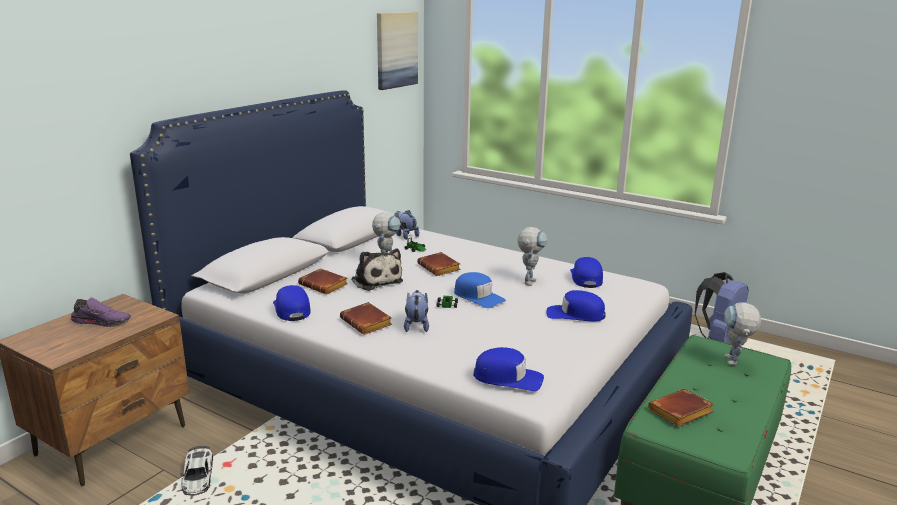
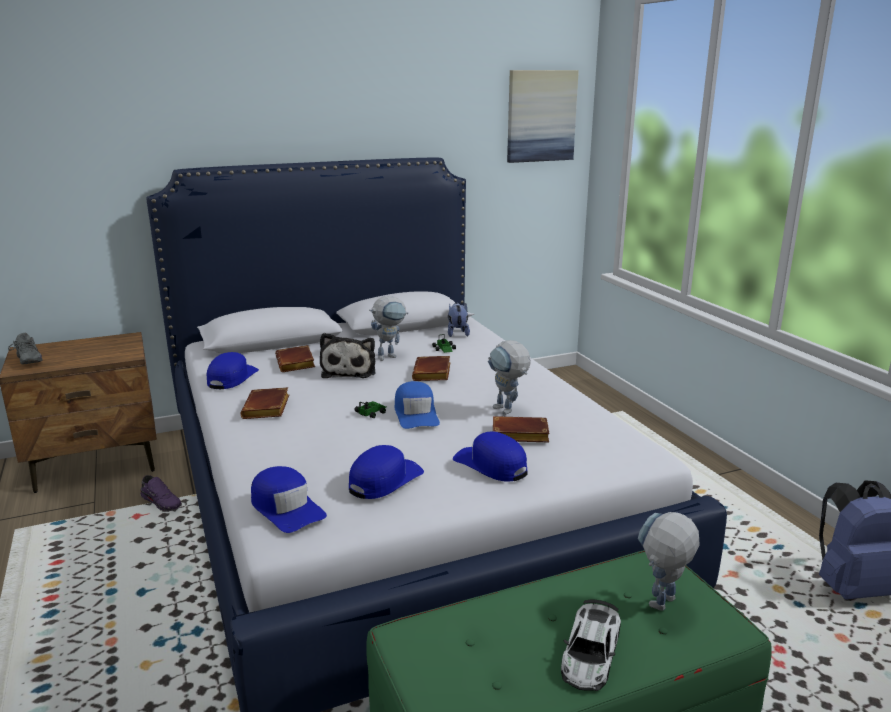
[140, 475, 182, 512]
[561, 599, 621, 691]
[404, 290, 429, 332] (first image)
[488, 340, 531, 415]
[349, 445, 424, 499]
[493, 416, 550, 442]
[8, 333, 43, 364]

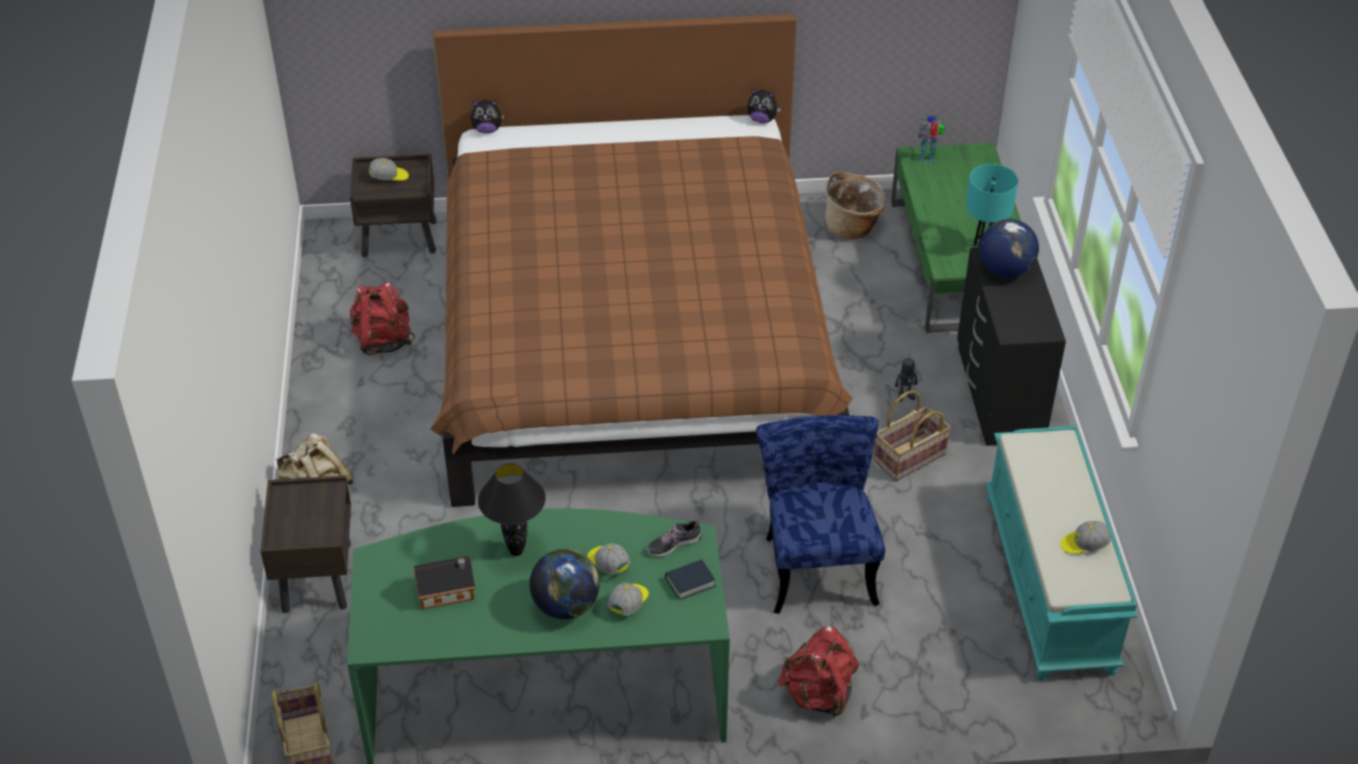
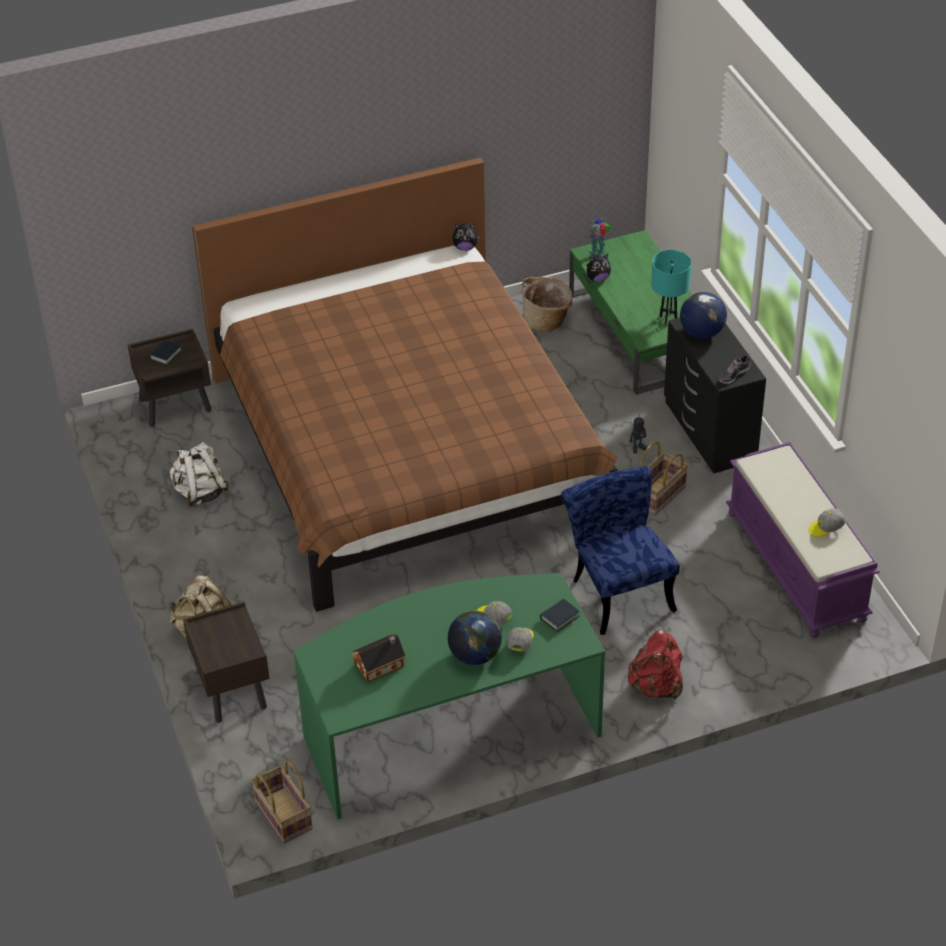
[170, 442, 230, 507]
[149, 340, 182, 365]
[586, 254, 611, 282]
[478, 463, 546, 556] (first image)
[719, 353, 751, 384]
[726, 442, 880, 638]

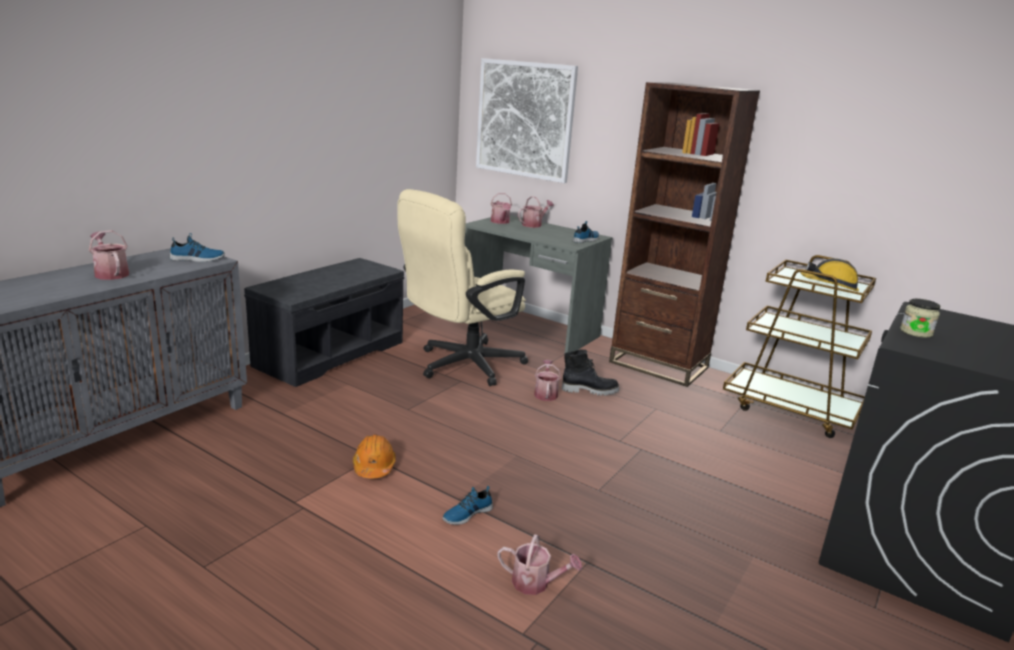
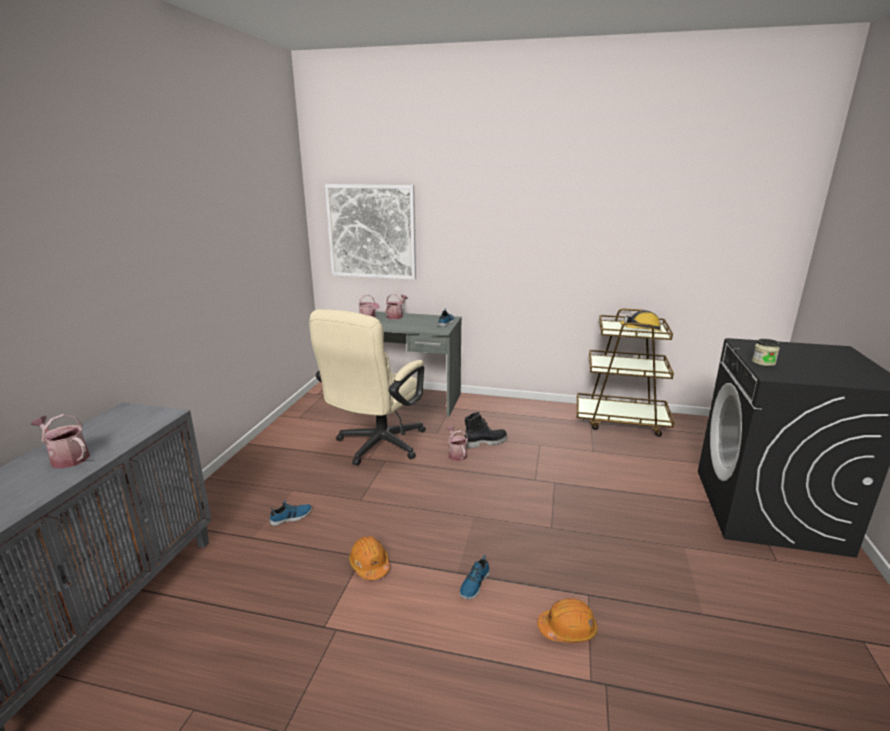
[269, 500, 312, 526]
[244, 258, 404, 387] (first image)
[537, 598, 598, 643]
[609, 82, 760, 387] (first image)

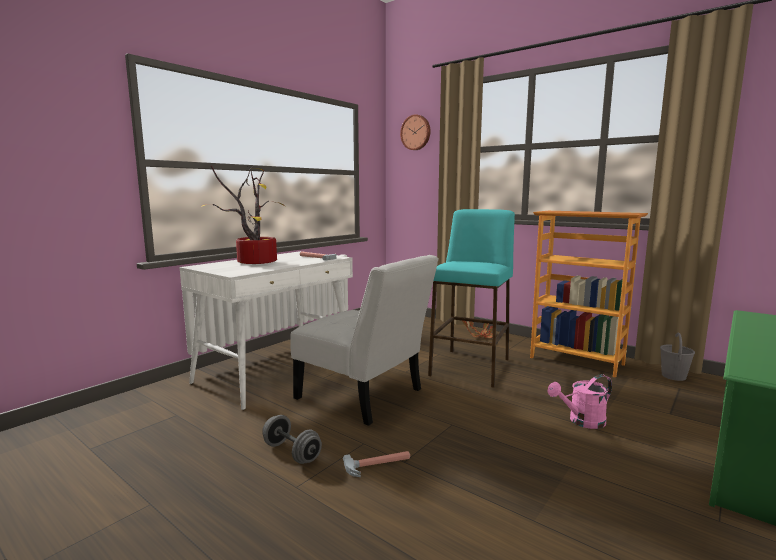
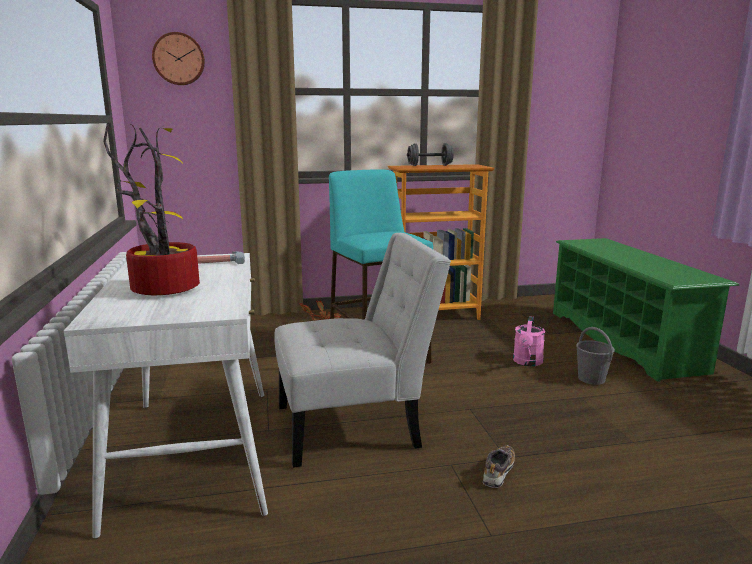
[407, 143, 454, 166]
[483, 445, 515, 488]
[576, 327, 615, 385]

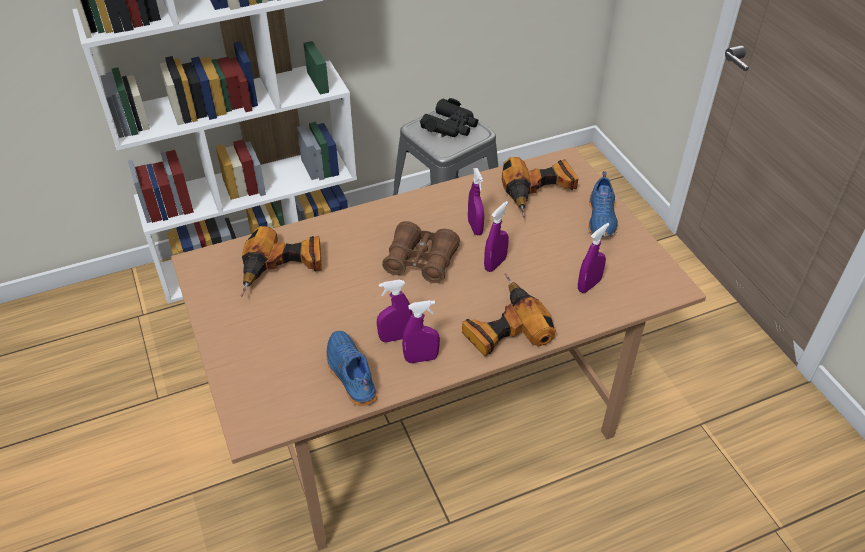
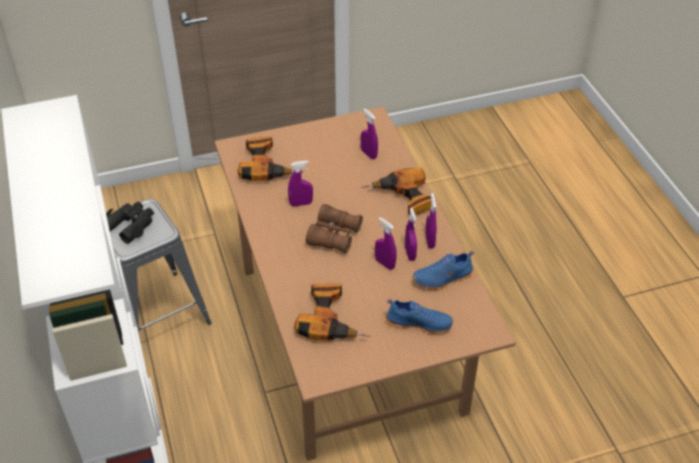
[375, 217, 397, 270]
[385, 299, 453, 334]

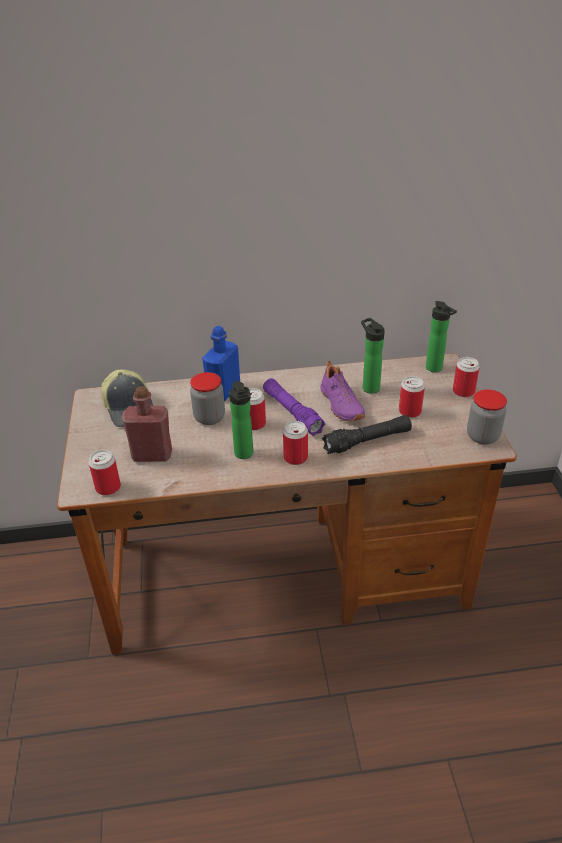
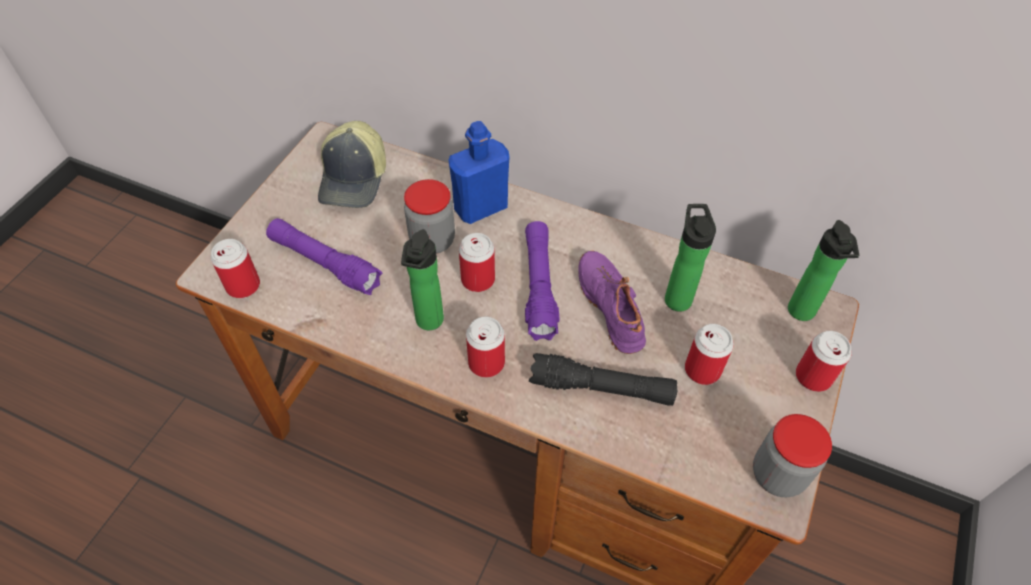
[266, 218, 383, 295]
[578, 250, 646, 354]

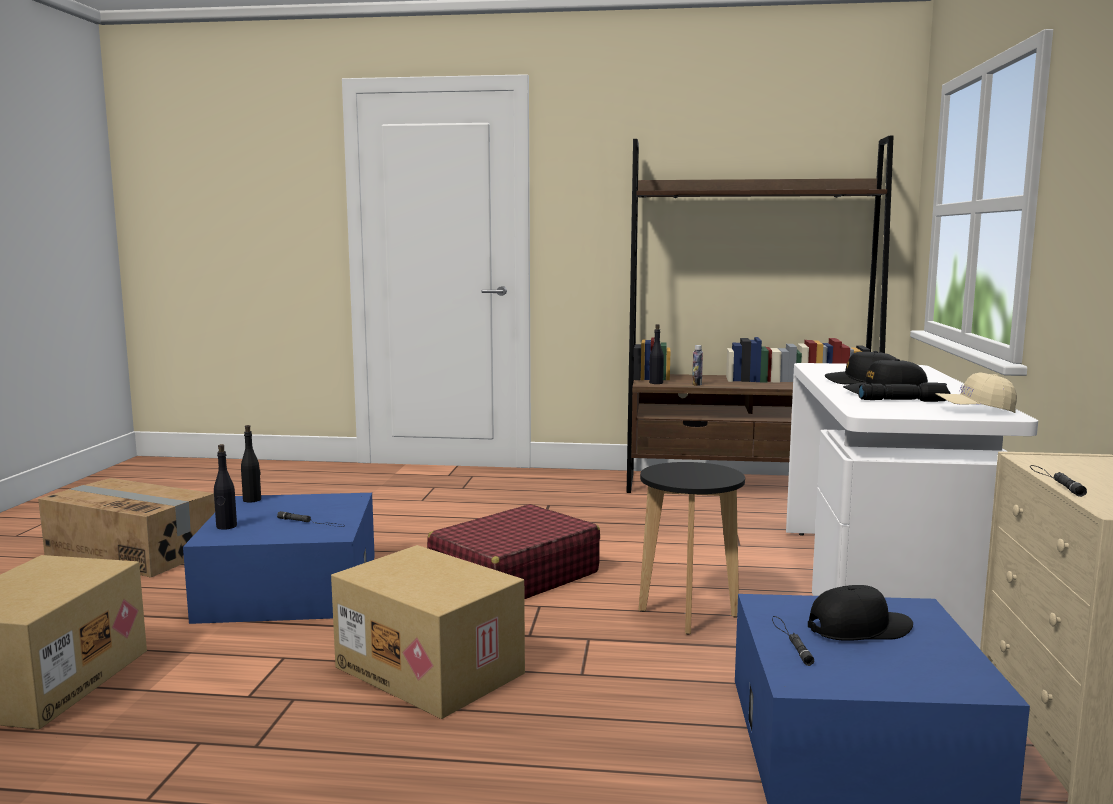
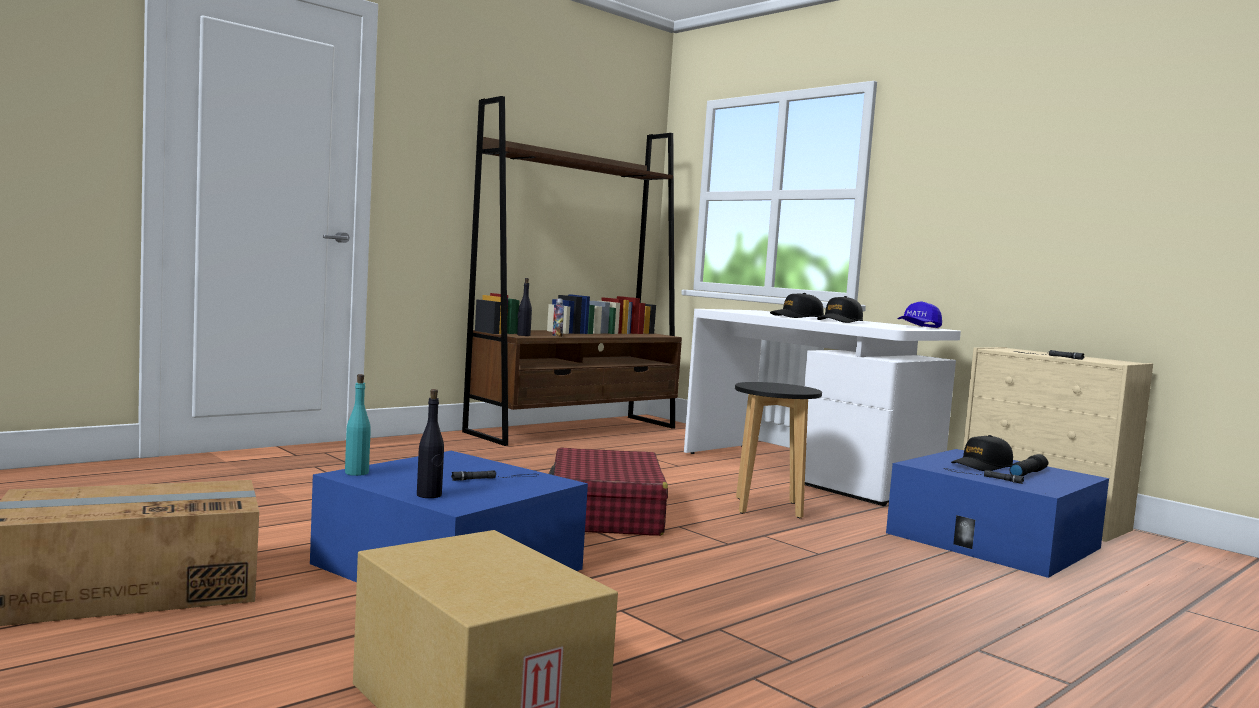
[345, 374, 371, 476]
[331, 545, 525, 719] (first image)
[951, 435, 1013, 471]
[1010, 454, 1048, 476]
[898, 301, 942, 328]

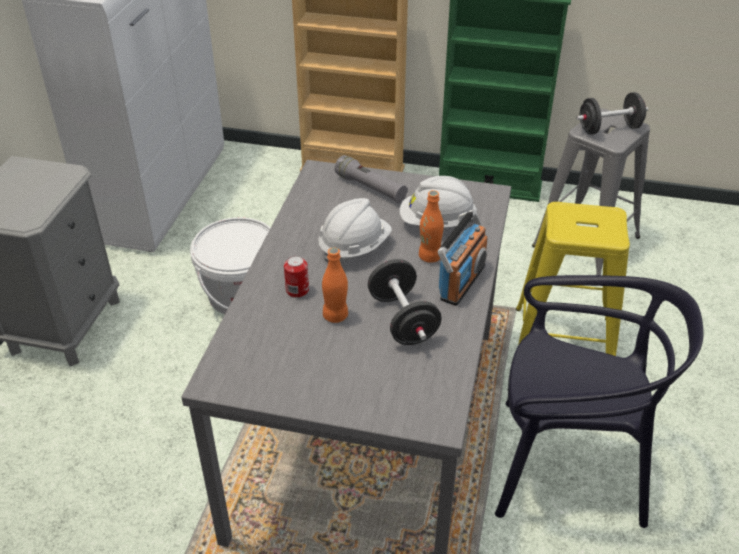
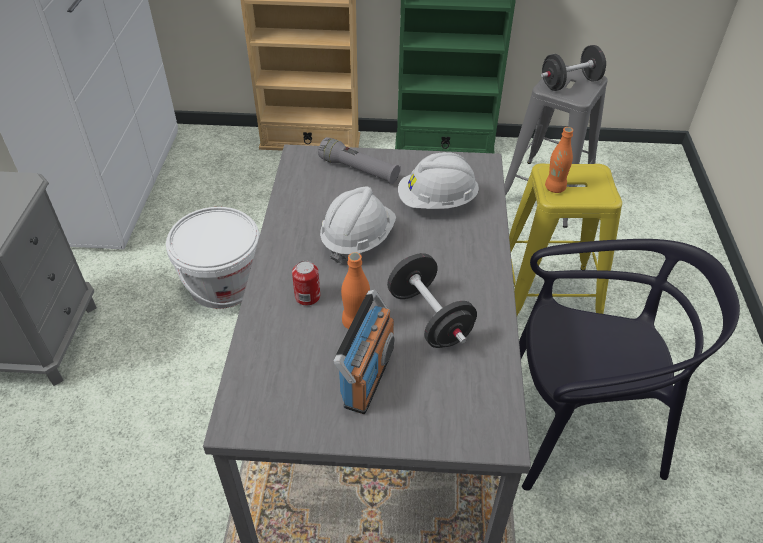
[545, 127, 573, 193]
[334, 290, 394, 414]

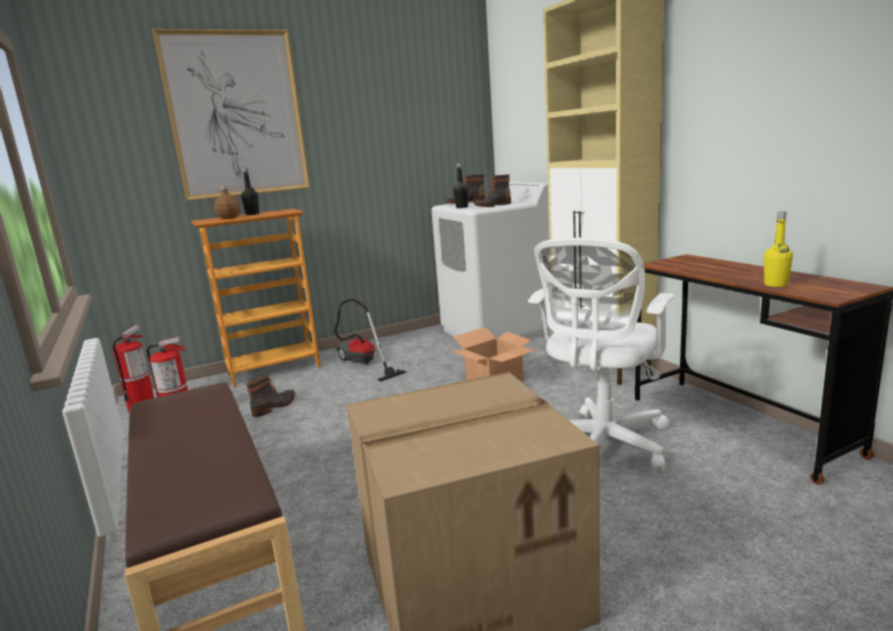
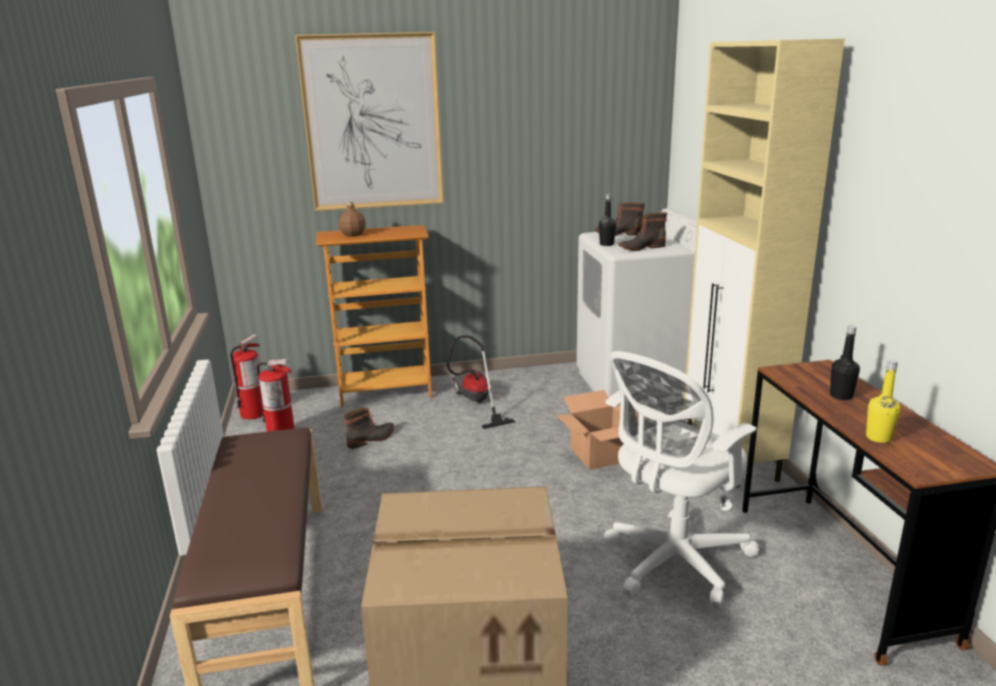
[830, 325, 860, 400]

